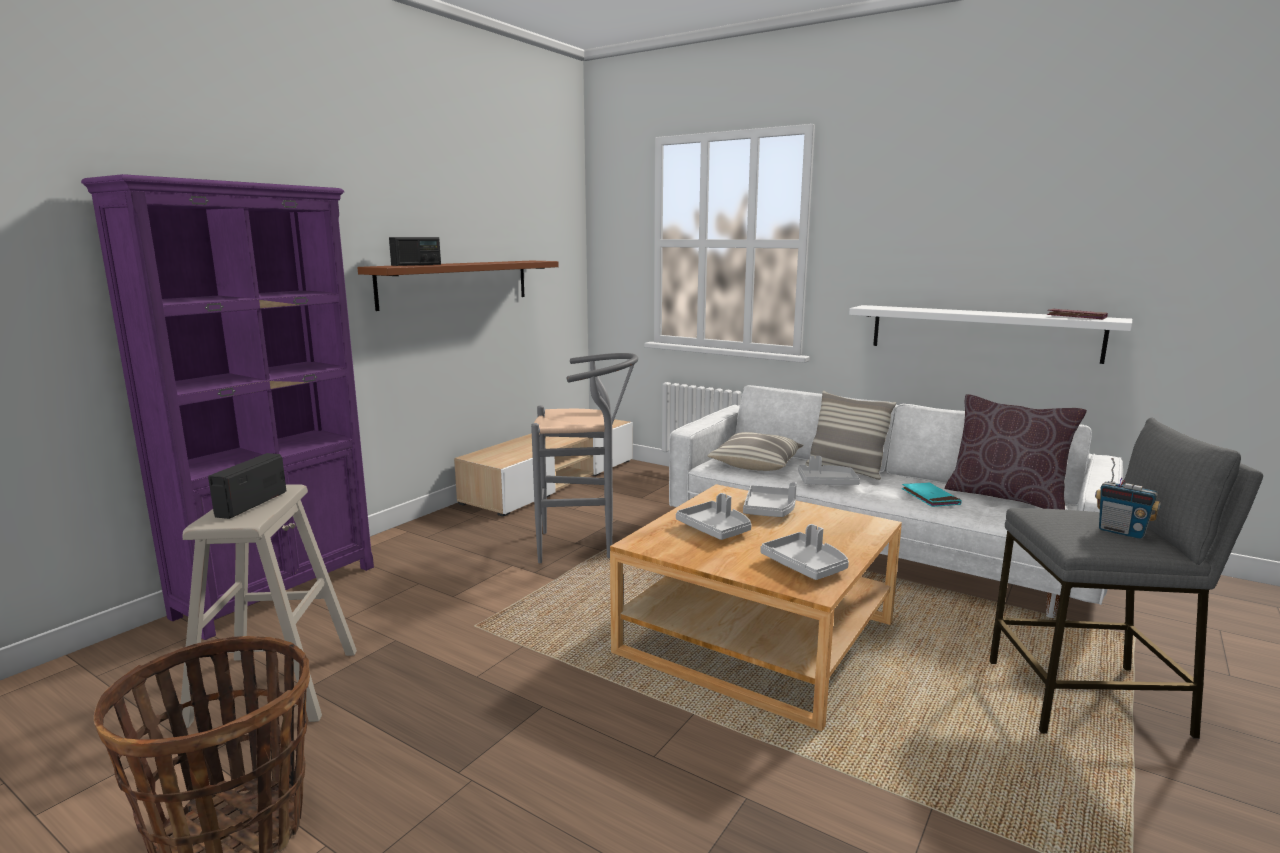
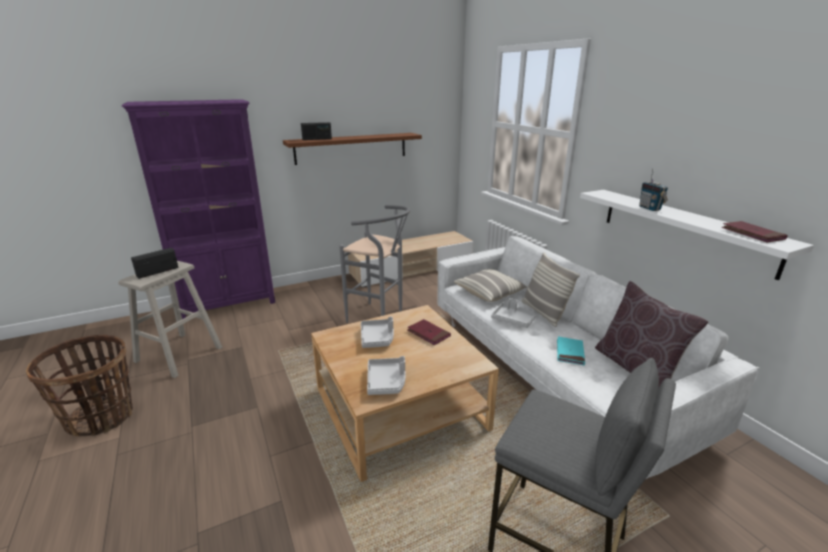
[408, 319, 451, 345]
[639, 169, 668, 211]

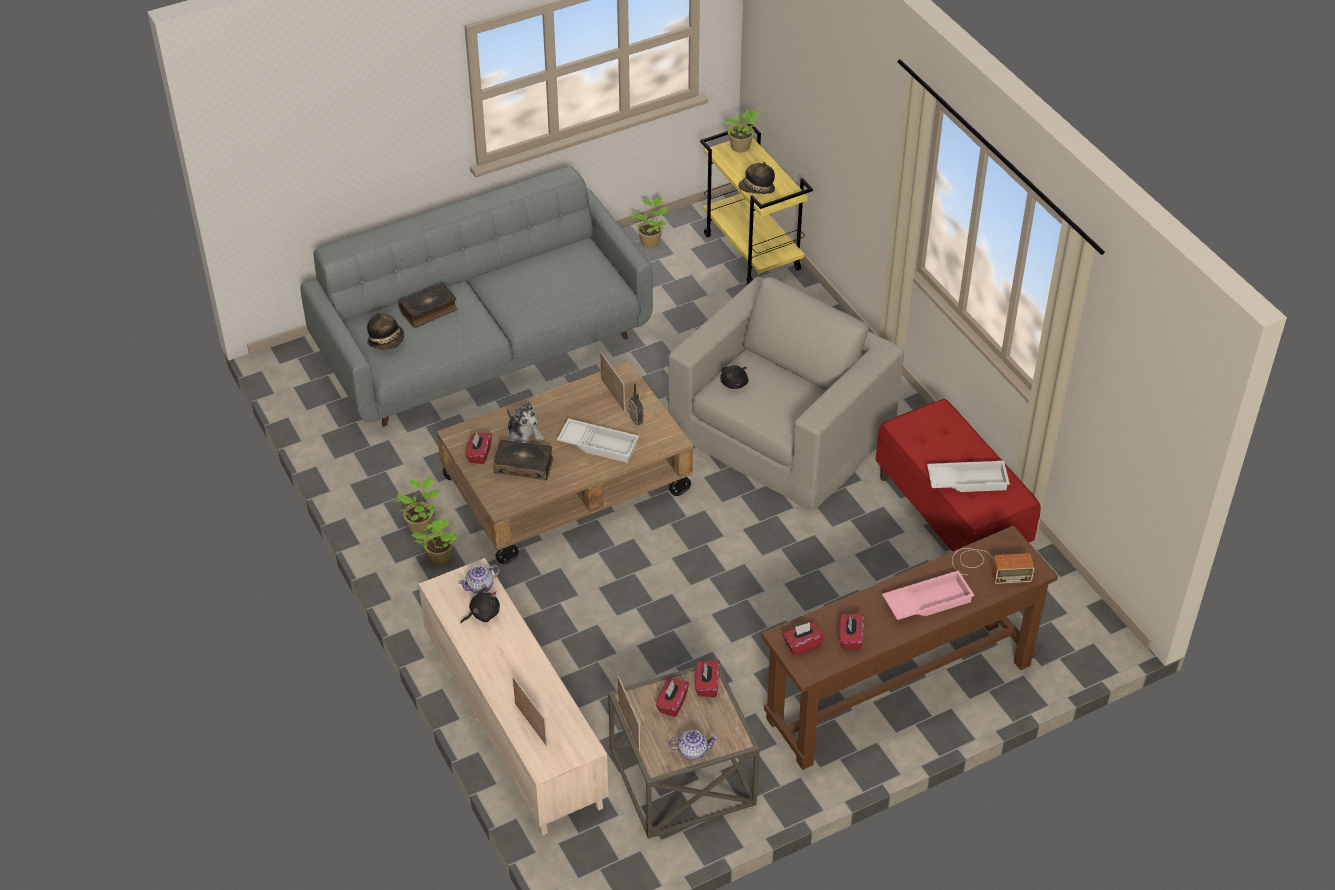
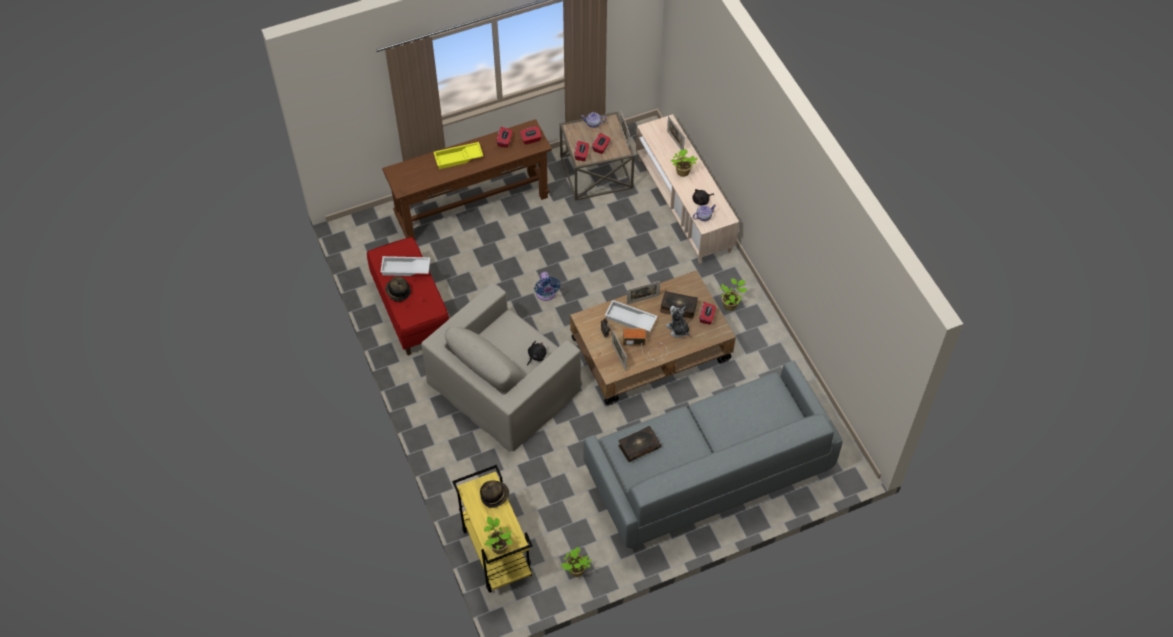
[385, 276, 411, 302]
[671, 149, 698, 177]
[618, 426, 661, 462]
[434, 142, 483, 169]
[623, 329, 667, 361]
[534, 272, 560, 301]
[627, 281, 660, 304]

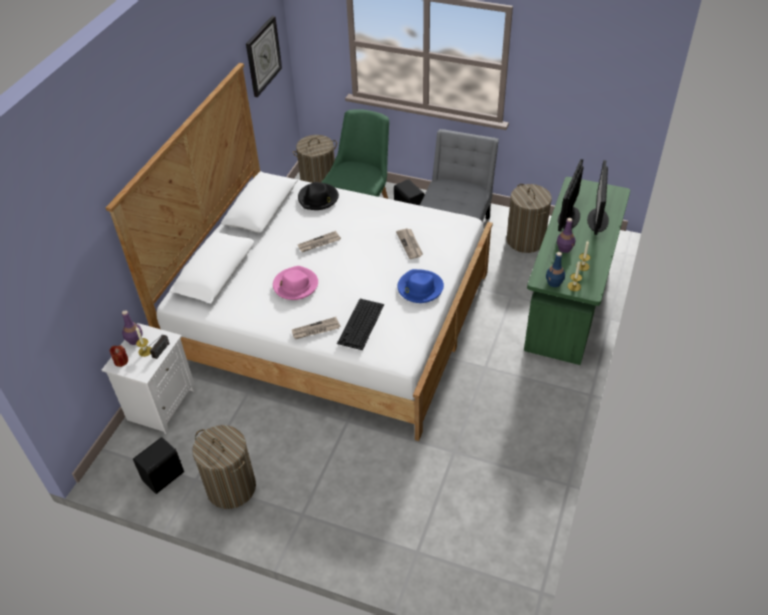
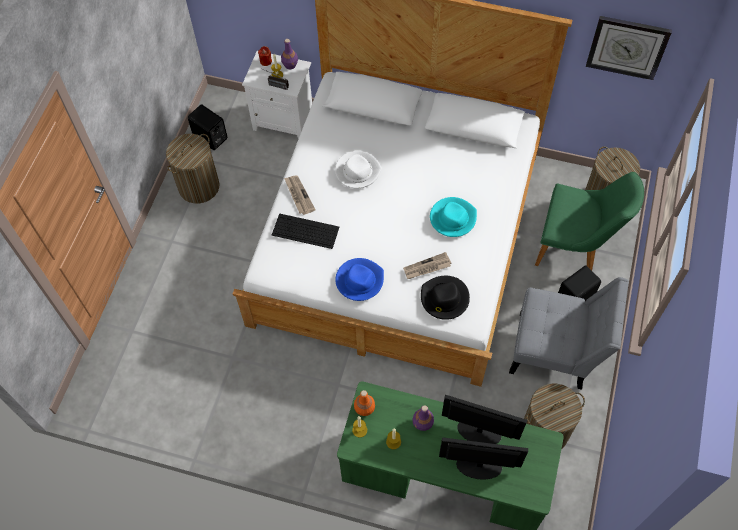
[335, 151, 382, 188]
[421, 276, 470, 320]
[298, 231, 341, 252] (first image)
[354, 390, 375, 416]
[430, 197, 477, 237]

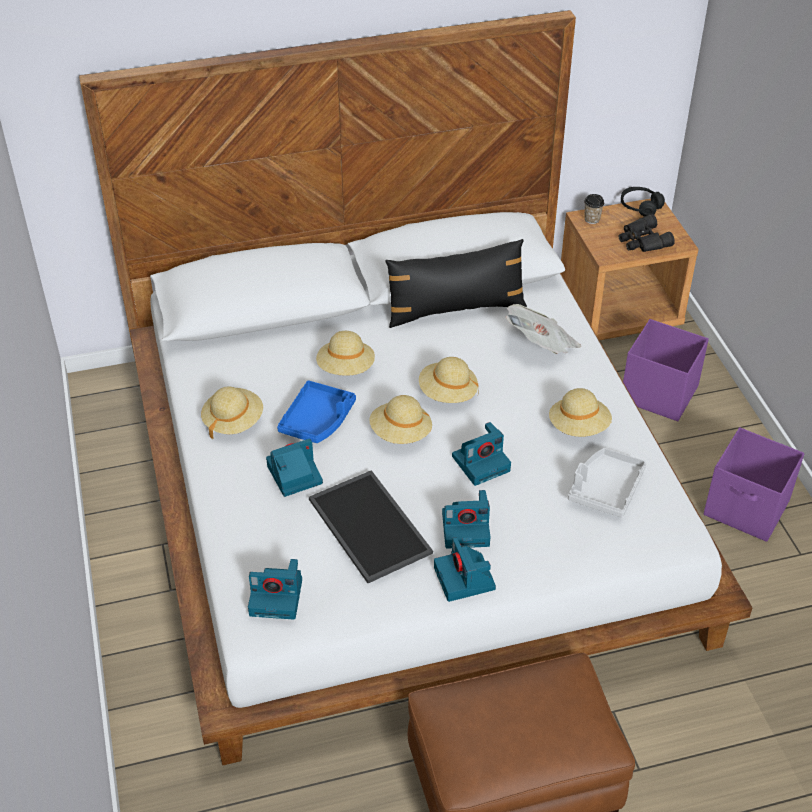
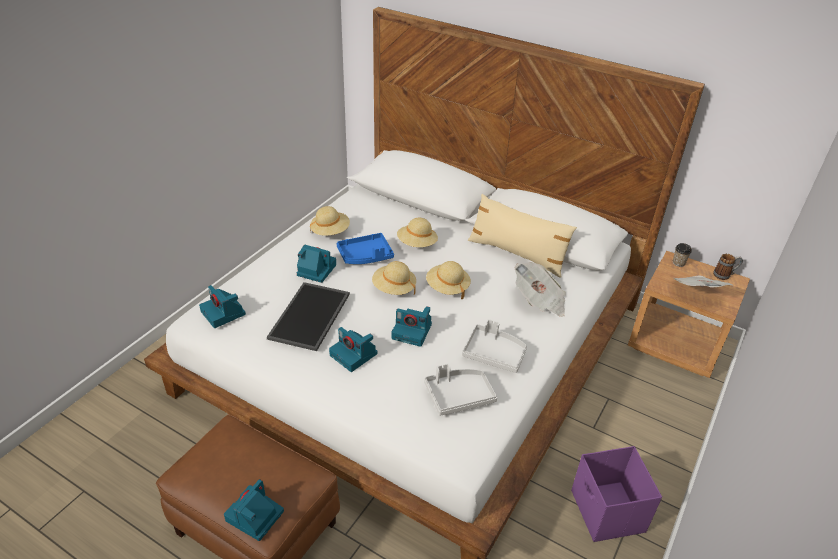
[468, 194, 577, 278]
[224, 479, 284, 541]
[462, 319, 527, 373]
[674, 275, 732, 288]
[713, 253, 743, 280]
[623, 319, 709, 421] (first image)

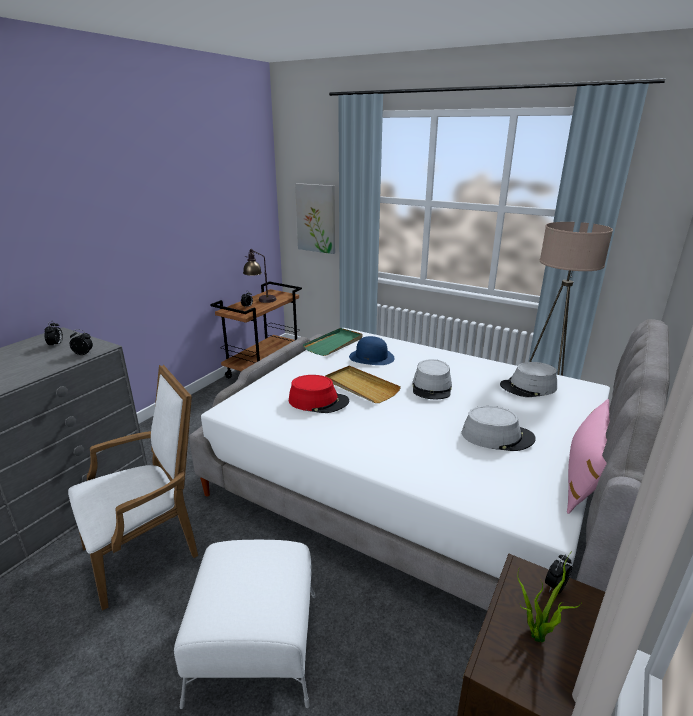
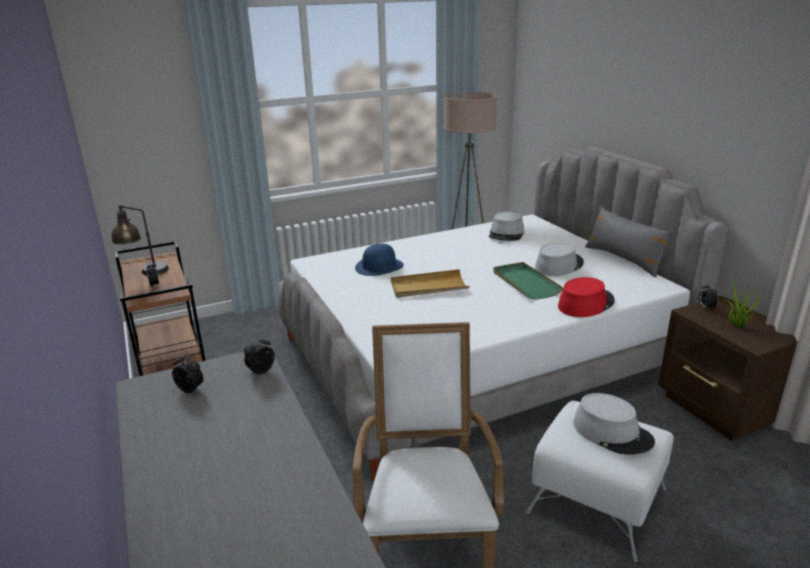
[558, 277, 615, 317]
[295, 183, 335, 254] (first image)
[493, 262, 564, 300]
[573, 393, 655, 455]
[585, 206, 674, 277]

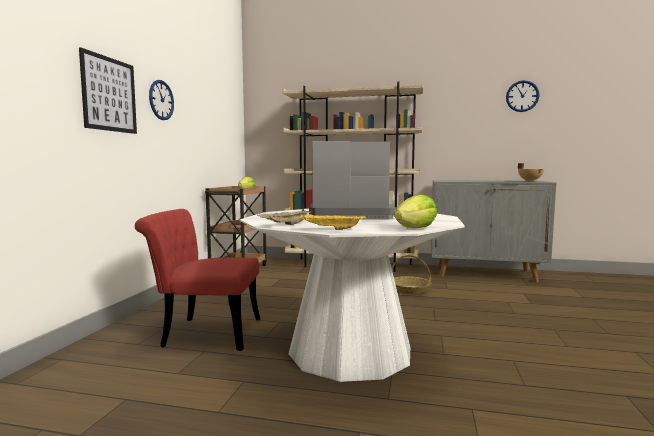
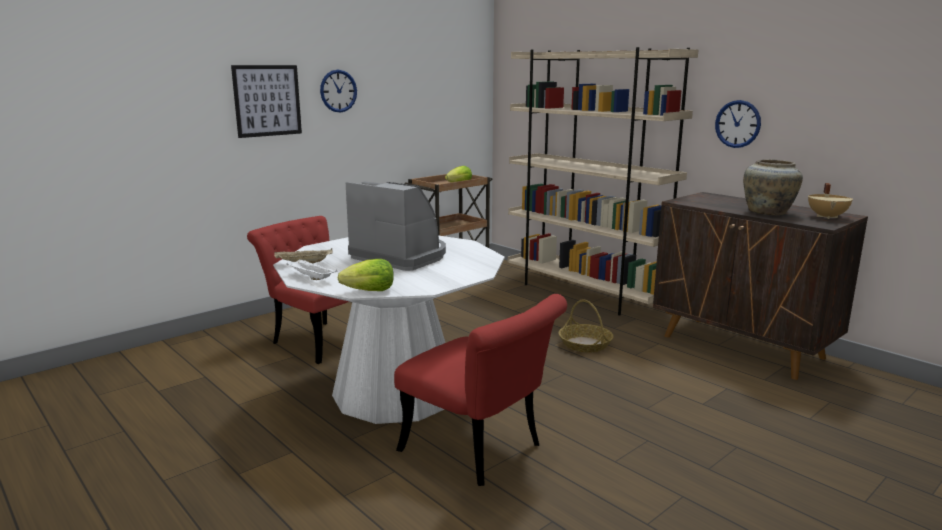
[287, 259, 337, 280]
[653, 192, 868, 380]
[715, 100, 761, 148]
[394, 294, 567, 486]
[743, 159, 803, 215]

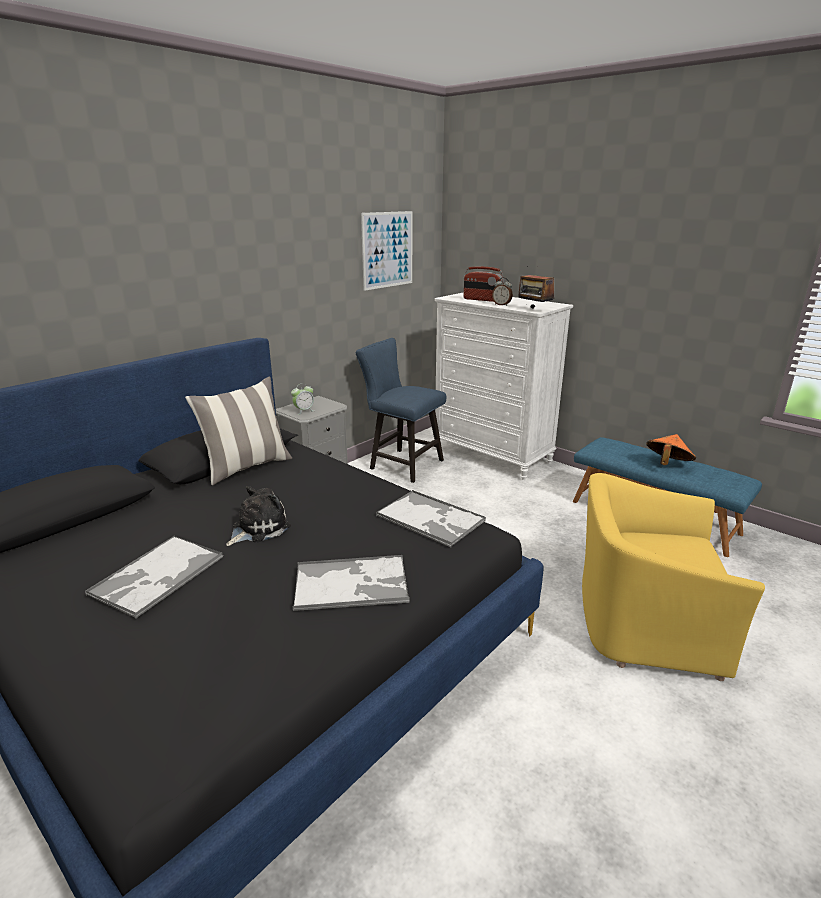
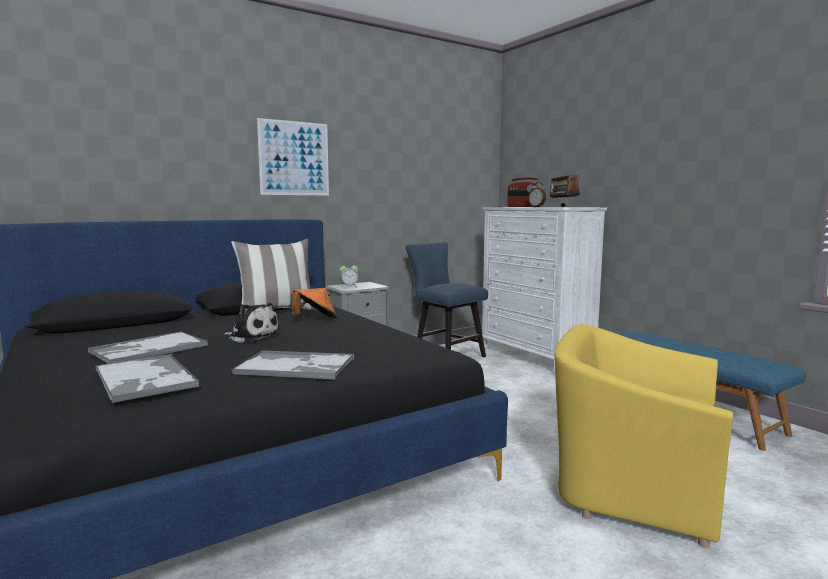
[224, 303, 280, 343]
[257, 118, 329, 196]
[96, 354, 199, 403]
[291, 288, 337, 318]

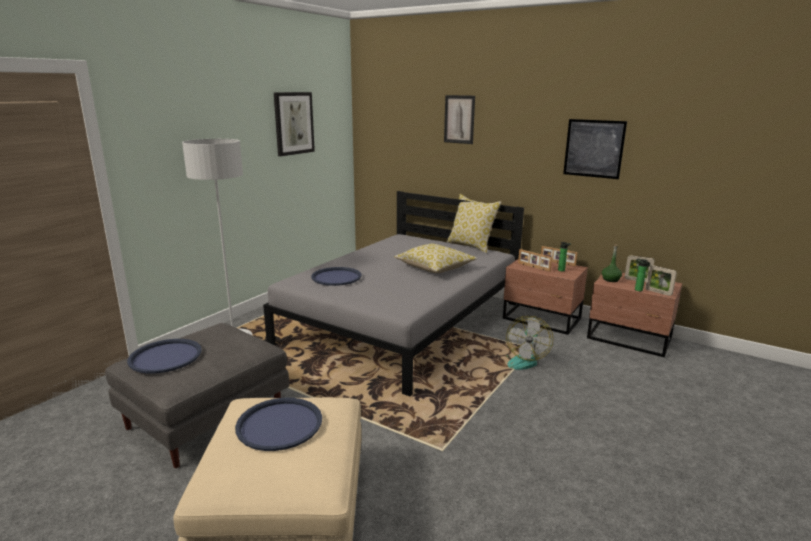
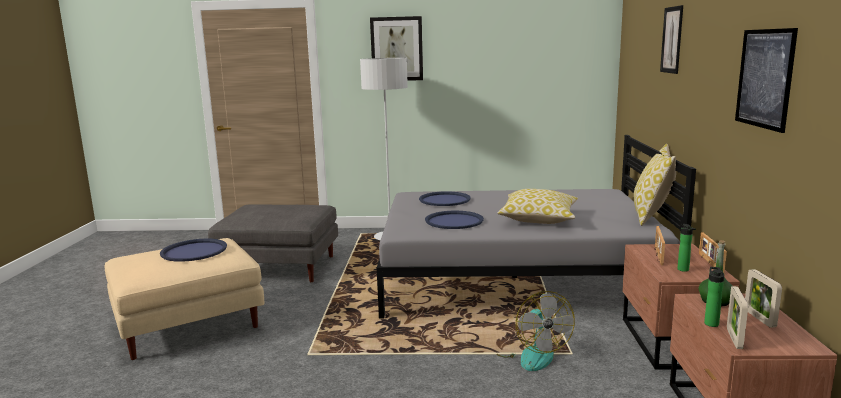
[425, 211, 484, 229]
[370, 16, 423, 81]
[496, 291, 575, 371]

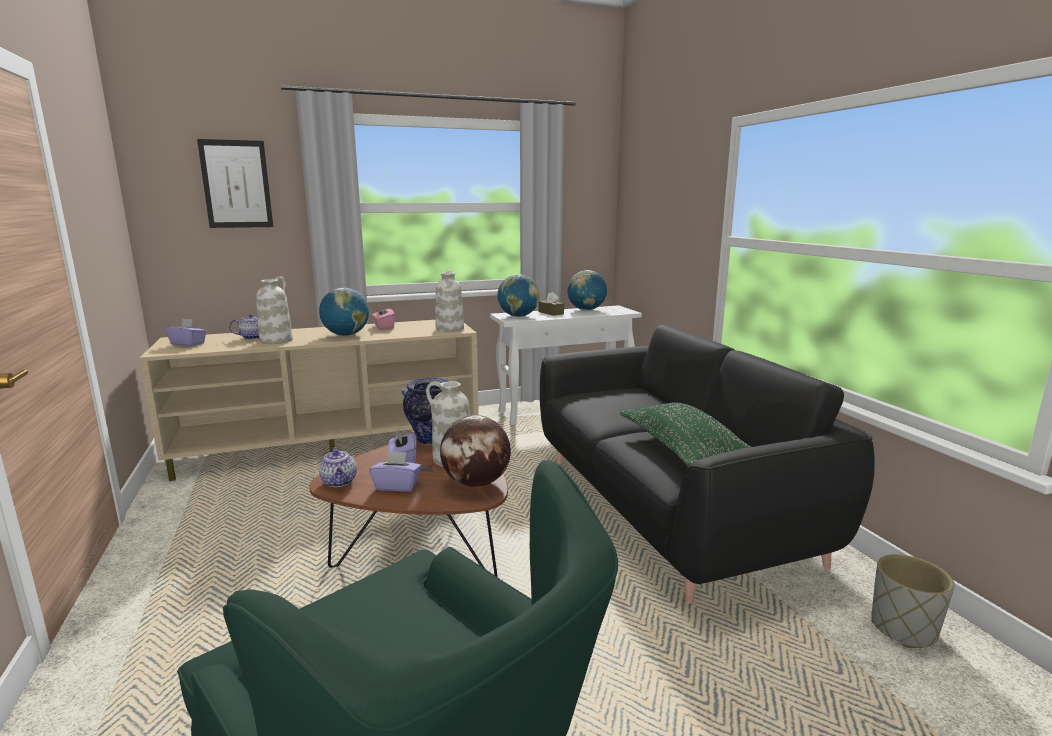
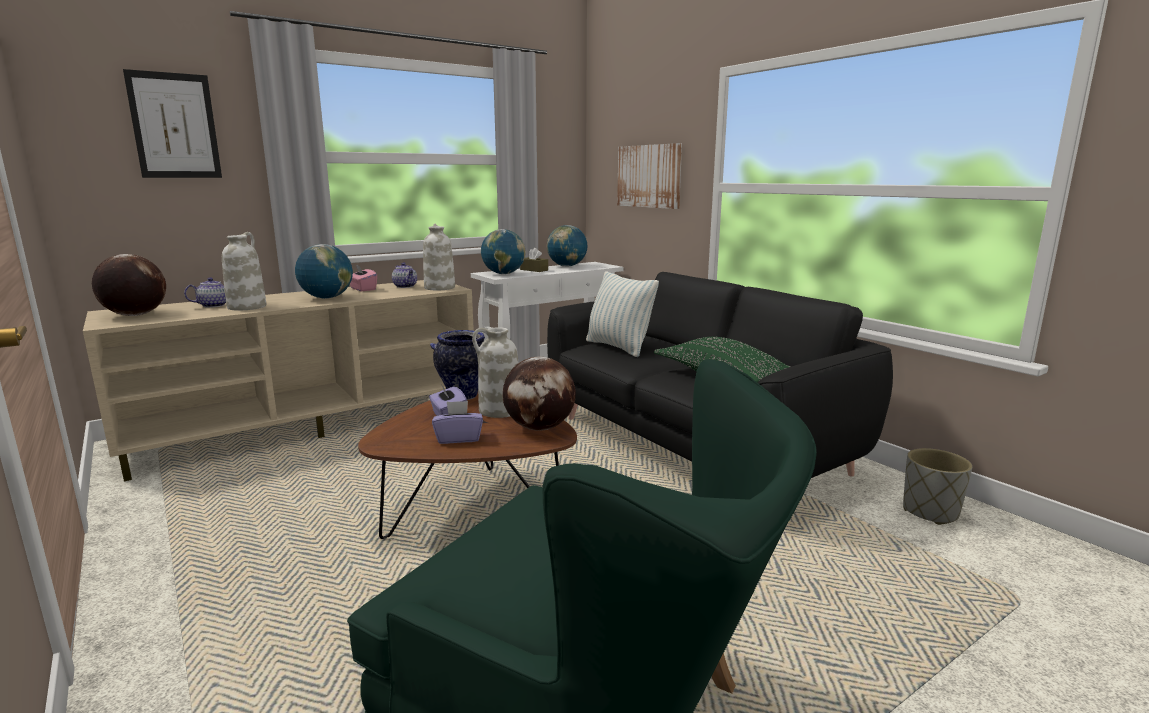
[92, 254, 166, 316]
[392, 262, 417, 288]
[586, 271, 659, 357]
[617, 143, 682, 209]

